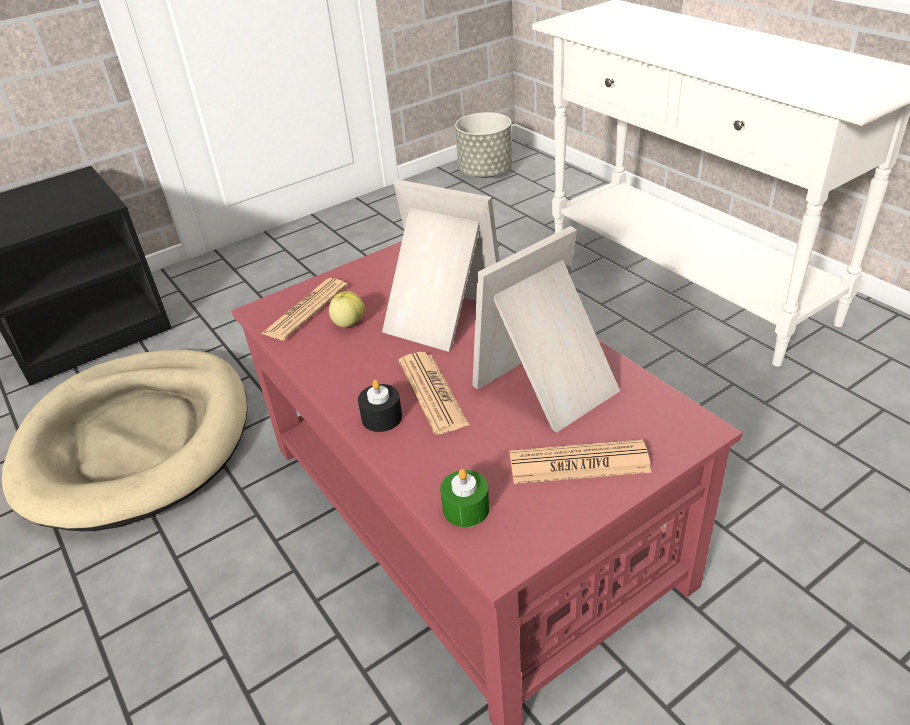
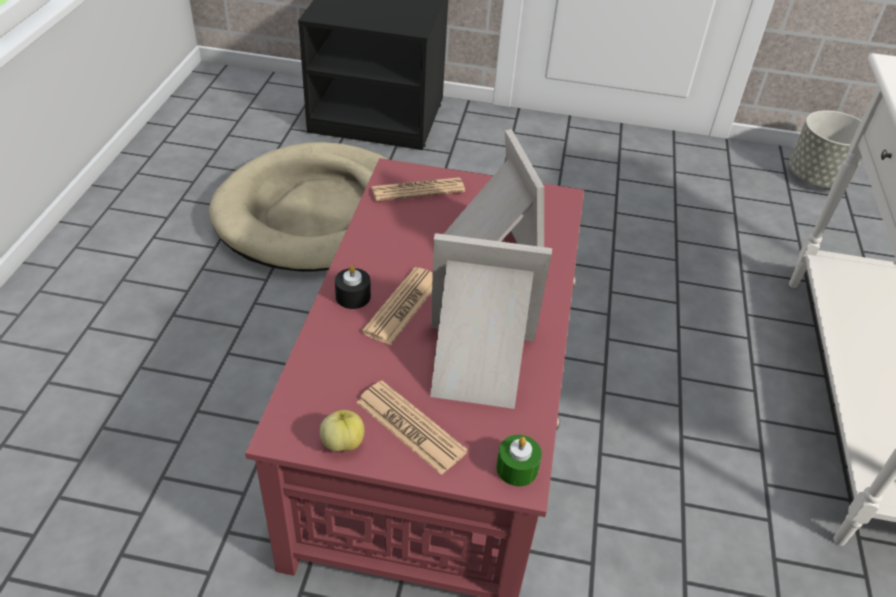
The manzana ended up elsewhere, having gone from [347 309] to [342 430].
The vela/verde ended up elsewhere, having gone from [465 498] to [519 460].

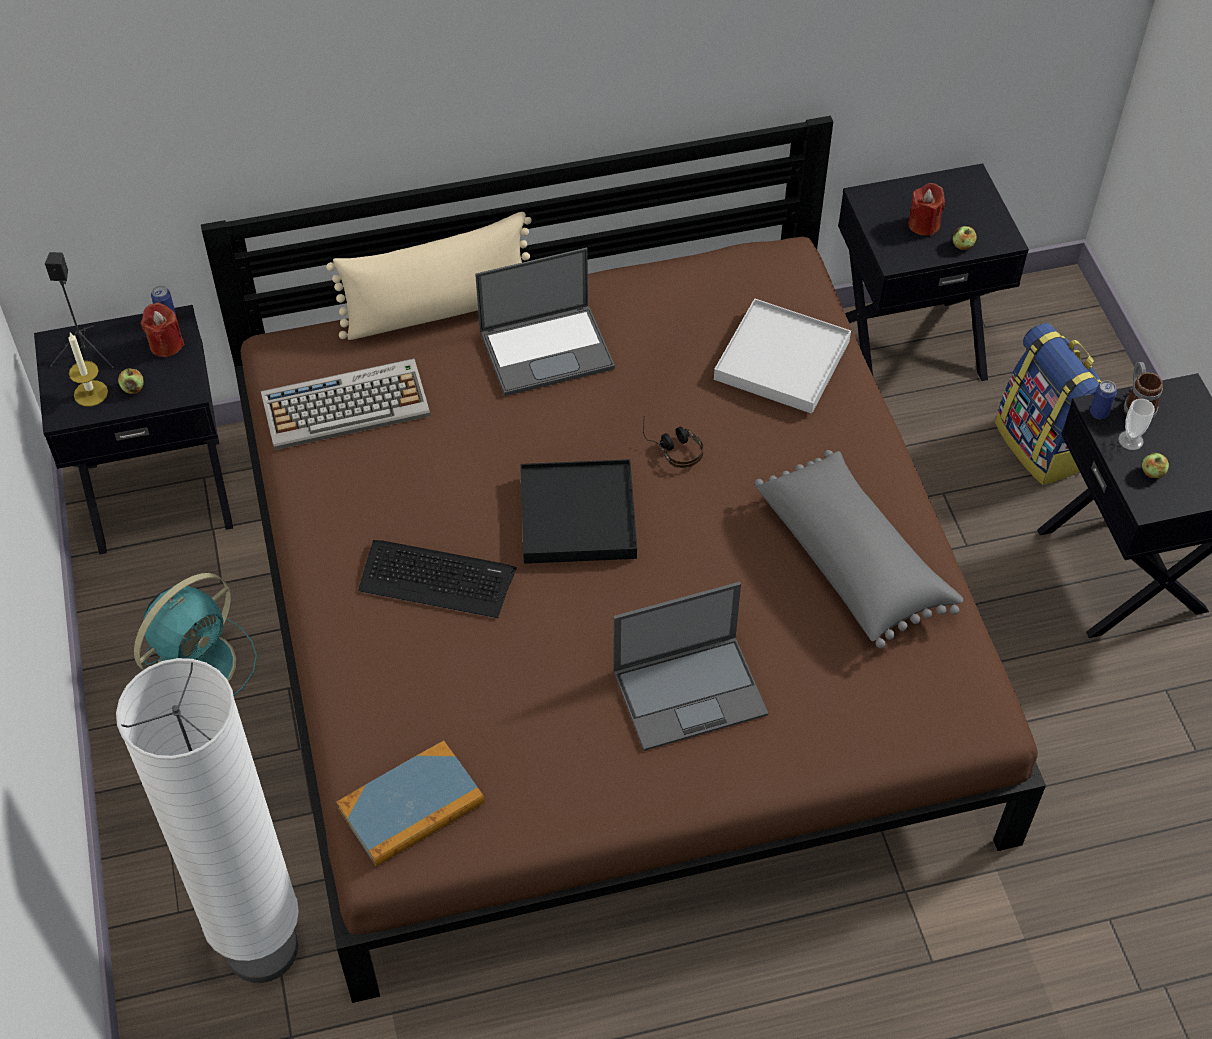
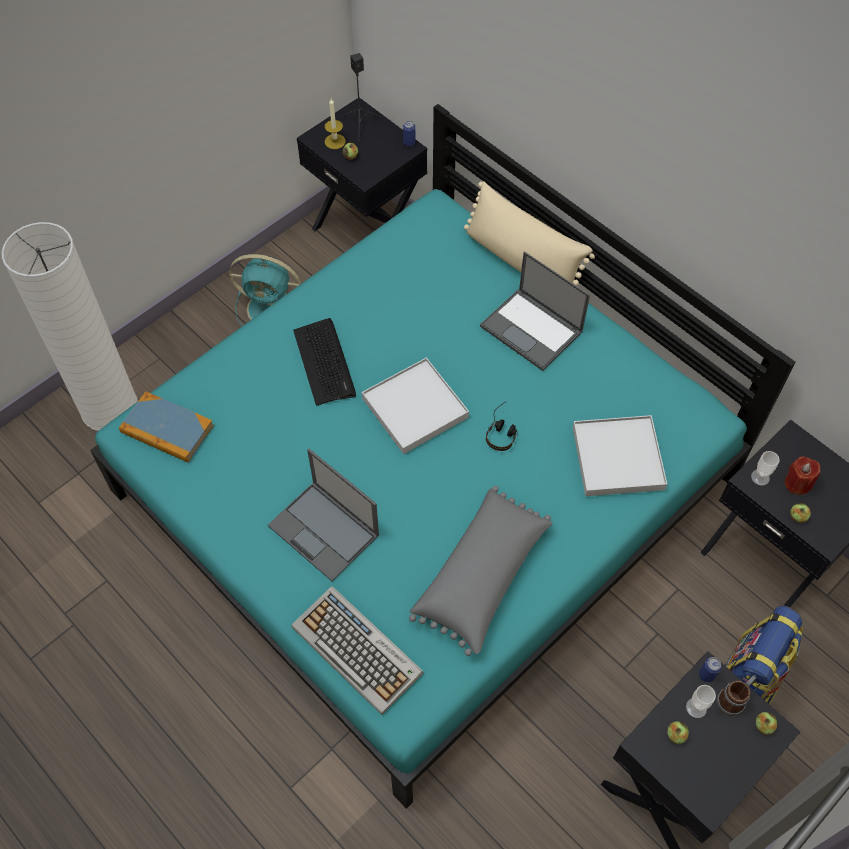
What was the cama/marrón at [623 559] turned into the cama/turquesa at [442 456].
The teclado ended up elsewhere, having gone from [345 404] to [357 650].
What was the bandeja/negro at [578 511] turned into the bandeja/blanco at [415 406].
The second view gained the taza at [765 468].
The second view gained the manzana at [766 723].
The second view lost the vela/rojo at [162 329].

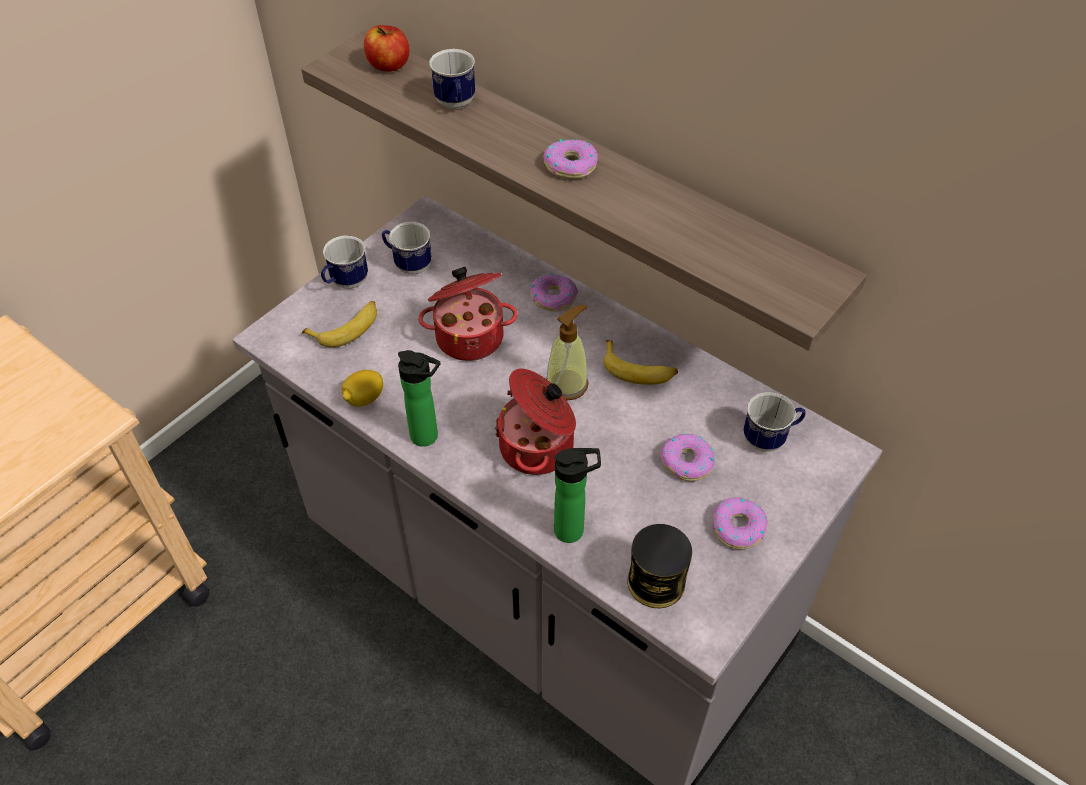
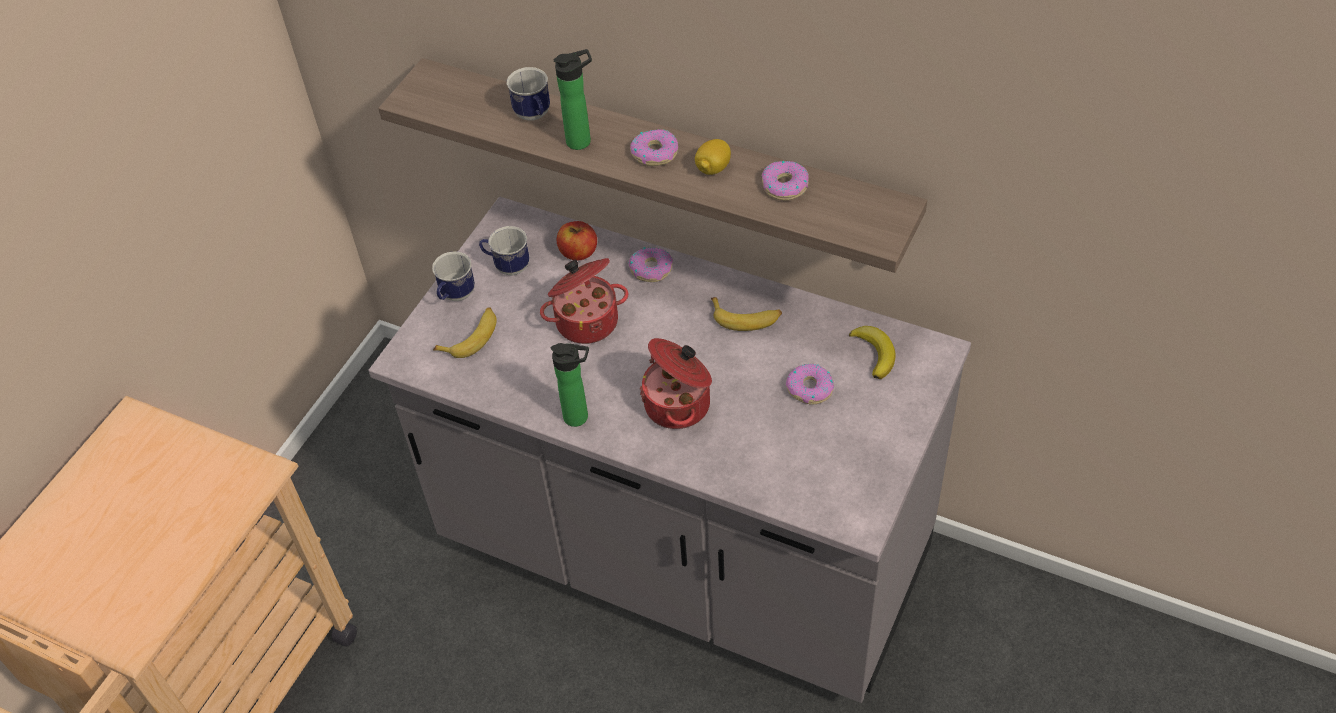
The botella ended up elsewhere, having gone from [577 495] to [573 99].
The manzana ended up elsewhere, having gone from [387 48] to [577 240].
The limón ended up elsewhere, having gone from [362 388] to [713 157].
The rosquilla ended up elsewhere, having gone from [740 523] to [785 181].
Where the taza grande stood at [774 422], the plátano came to stand at [872 352].
The second view lost the dispensador de jabón at [567 352].
The second view lost the lata at [660 566].

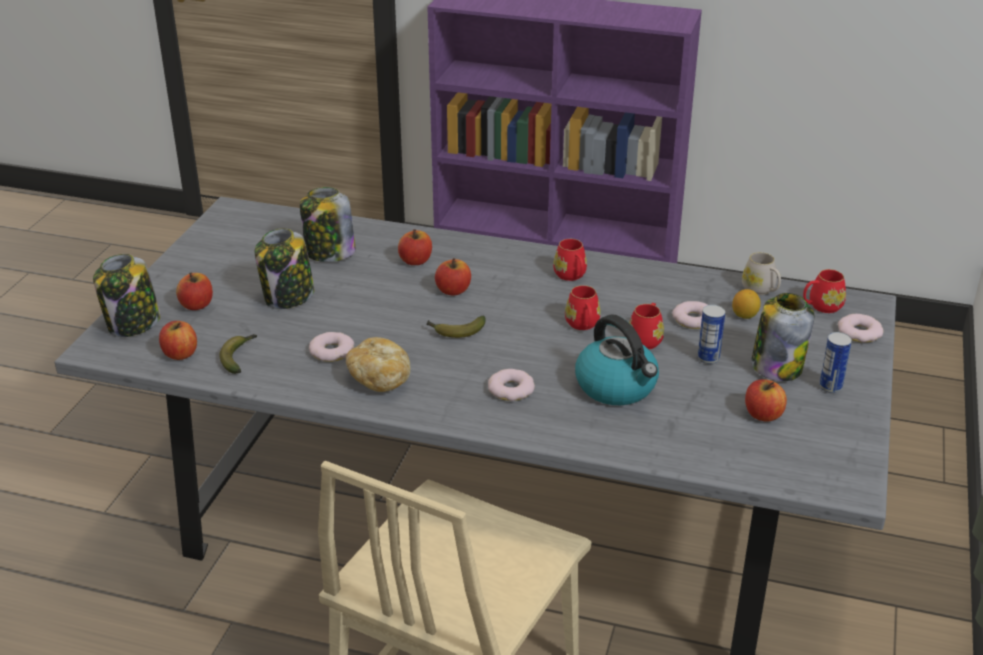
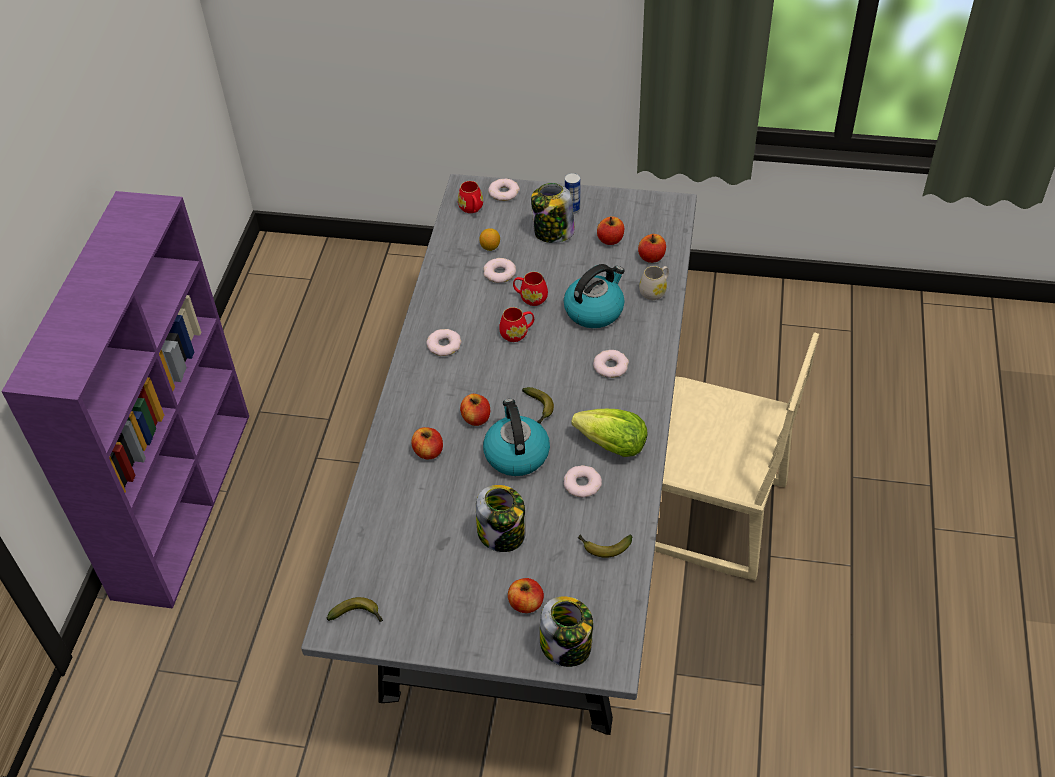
The second view gained the plátano at [354 609].
Where the taza grande/rojo stood at [570 260], the rosquilla came to stand at [444 342].
The second view gained the hervidor at [516 437].
Where the pan stood at [378 364], the lechuga came to stand at [609 433].
The manzana ended up elsewhere, having gone from [178 340] to [652 248].
The taza grande/blanco ended up elsewhere, having gone from [761 273] to [654 283].
The second view lost the tarro at [328 224].
The second view lost the lata at [711 334].

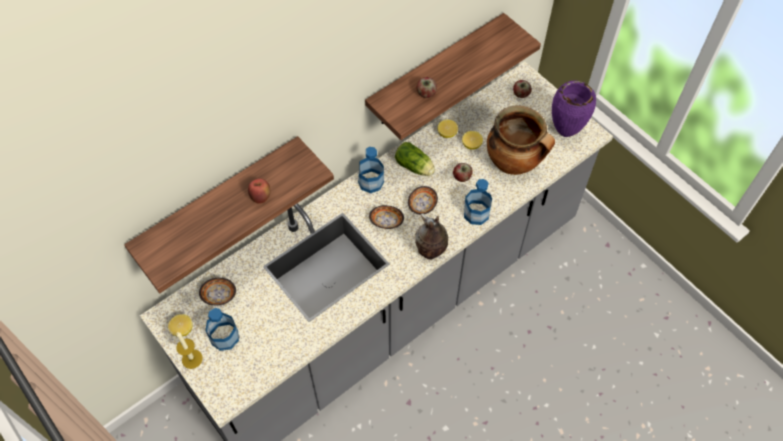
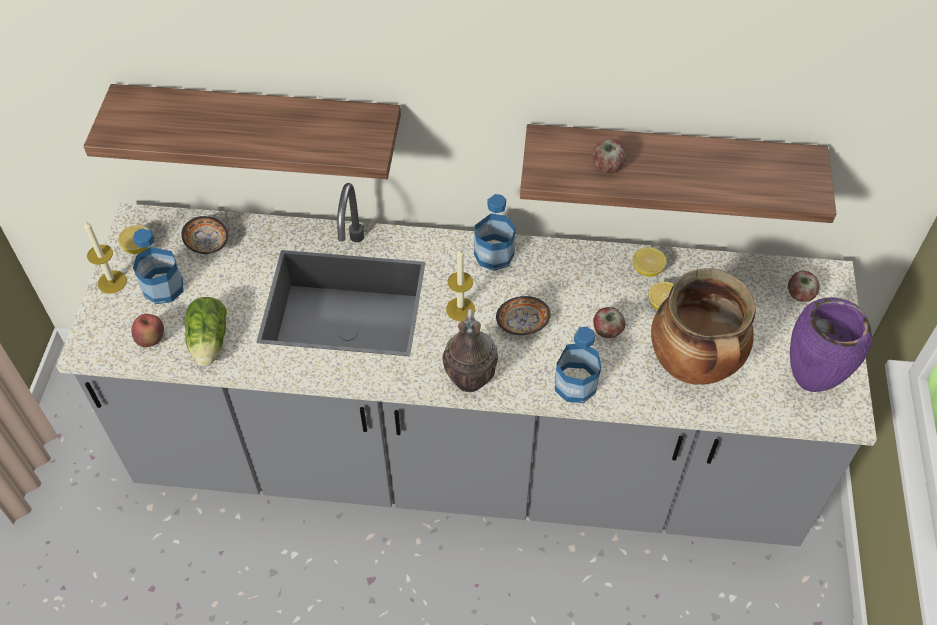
The manzana ended up elsewhere, having gone from [259 191] to [147 330].
The lechuga ended up elsewhere, having gone from [415 159] to [206 331].
Where the cuenco stood at [386 217], the vela came to stand at [460 285].

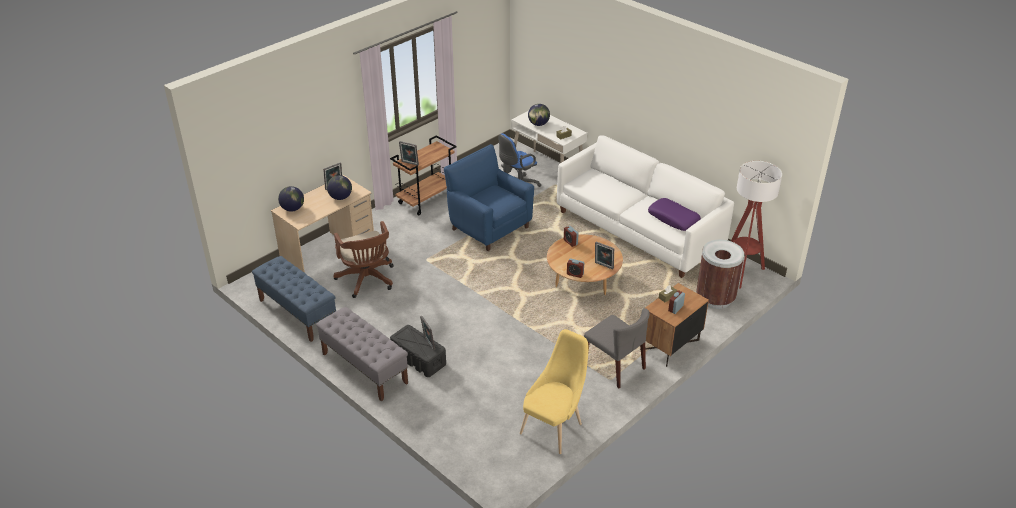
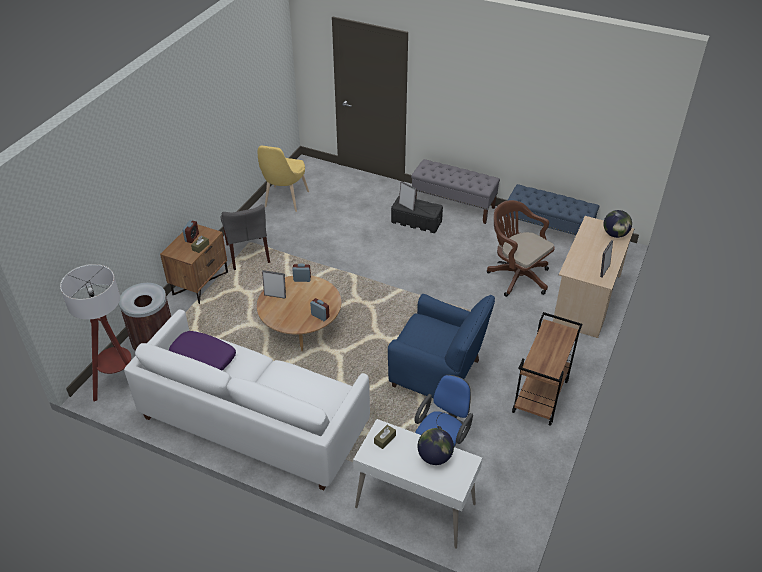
The silla/gris at [616 348] ended up facing another way, 135 degrees counterclockwise from before.
The second view lost the globo terráqueo at [339 187].
The second view lost the portarretratos at [409 153].

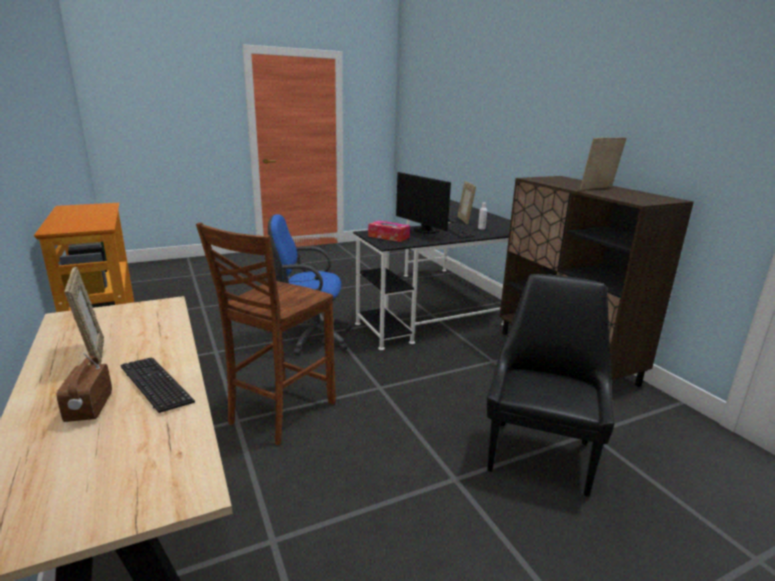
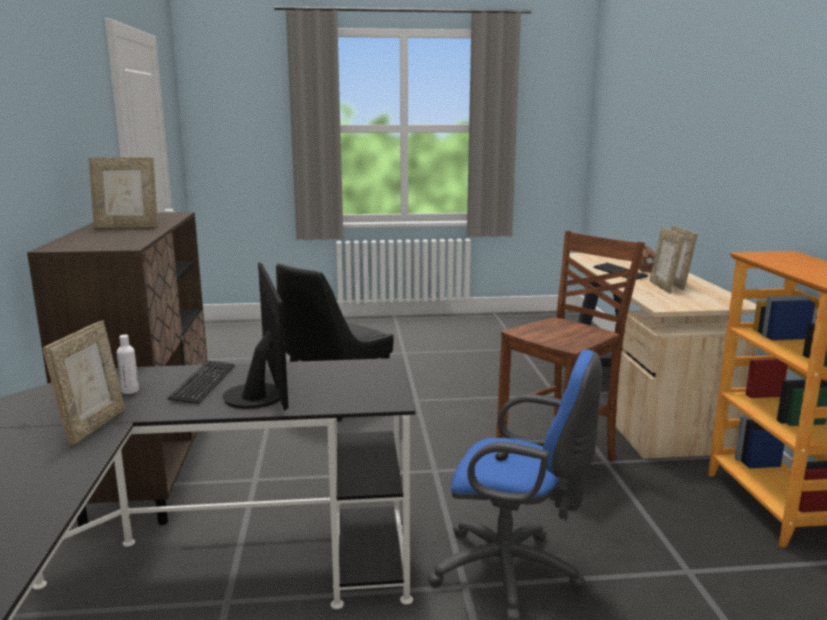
The second view gained the portarretratos at [666 260].
The second view lost the caja de pañuelos at [389 231].

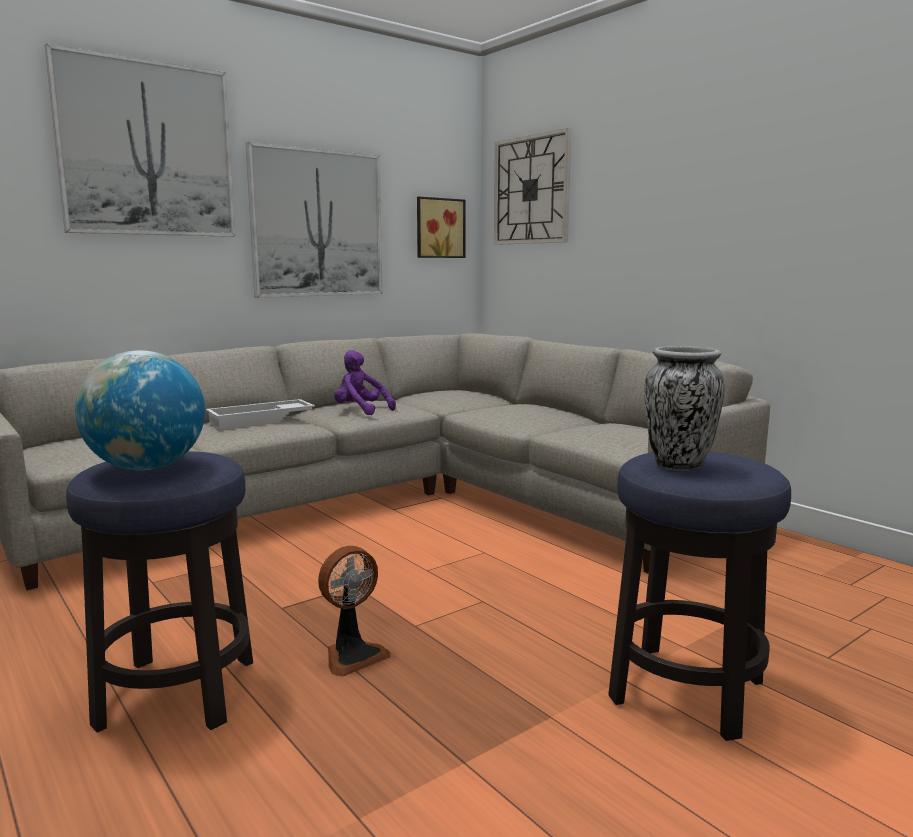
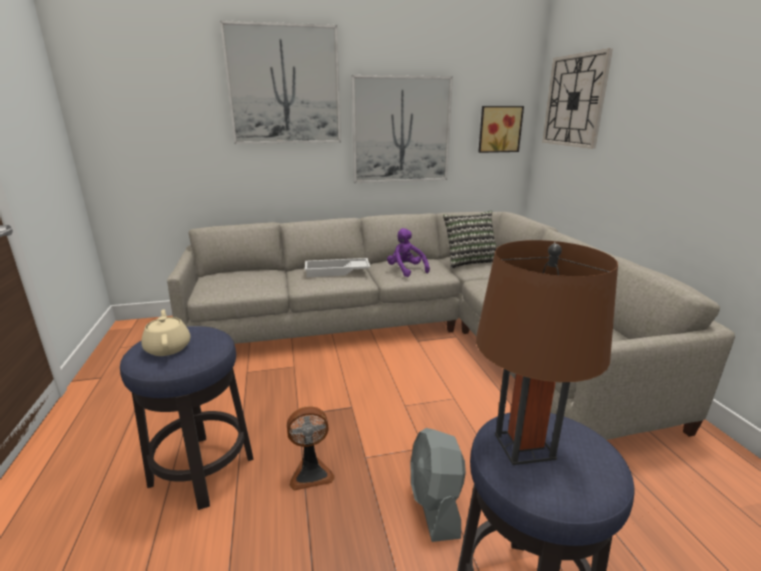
Where the globo terráqueo stood at [140 410], the tetera/beis came to stand at [166 332].
The second view gained the ventilador/gris at [438 485].
The second view gained the cojín at [470 240].
Where the florero stood at [684 408], the lámpara de mesa/marrón came to stand at [547 352].

